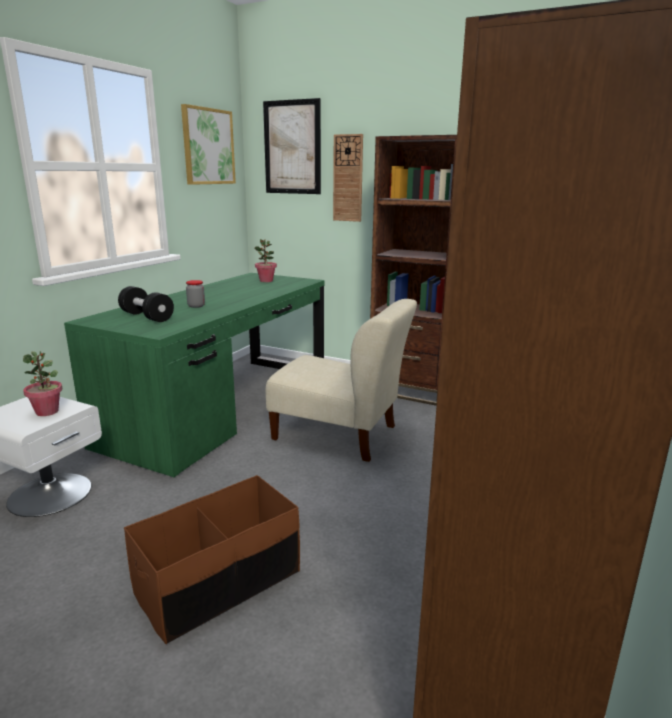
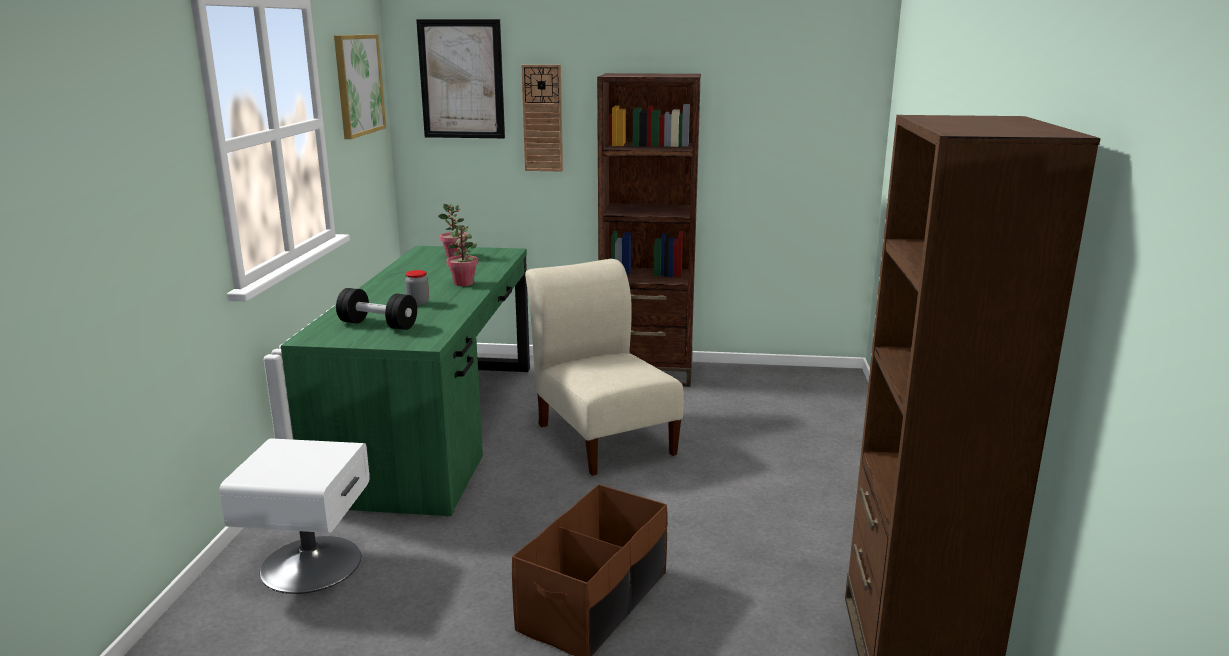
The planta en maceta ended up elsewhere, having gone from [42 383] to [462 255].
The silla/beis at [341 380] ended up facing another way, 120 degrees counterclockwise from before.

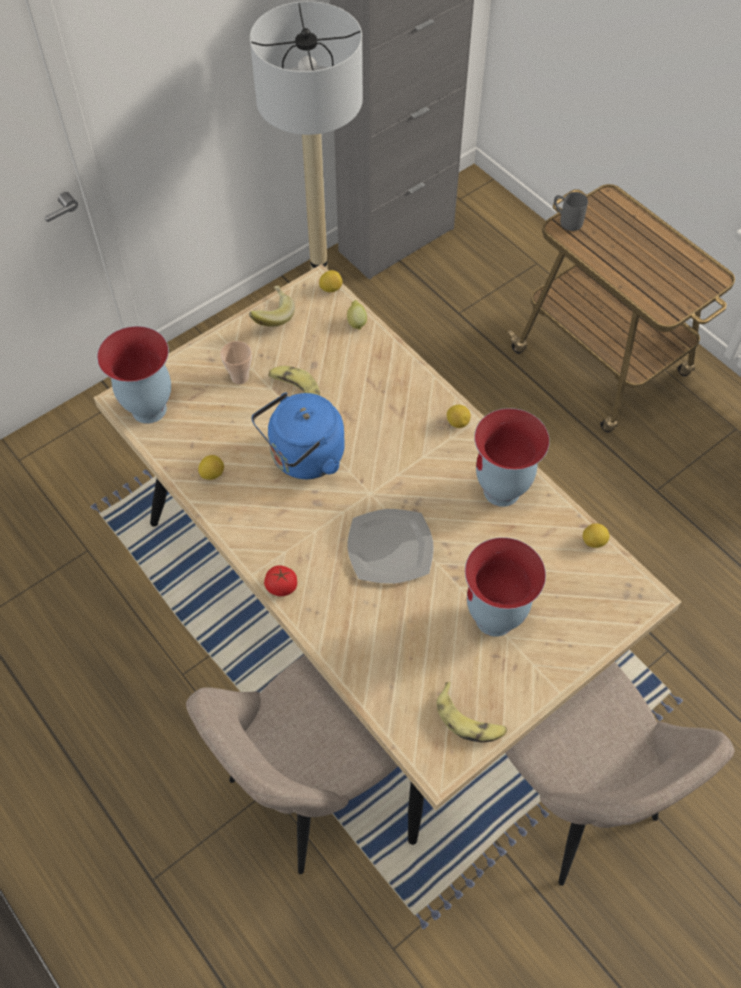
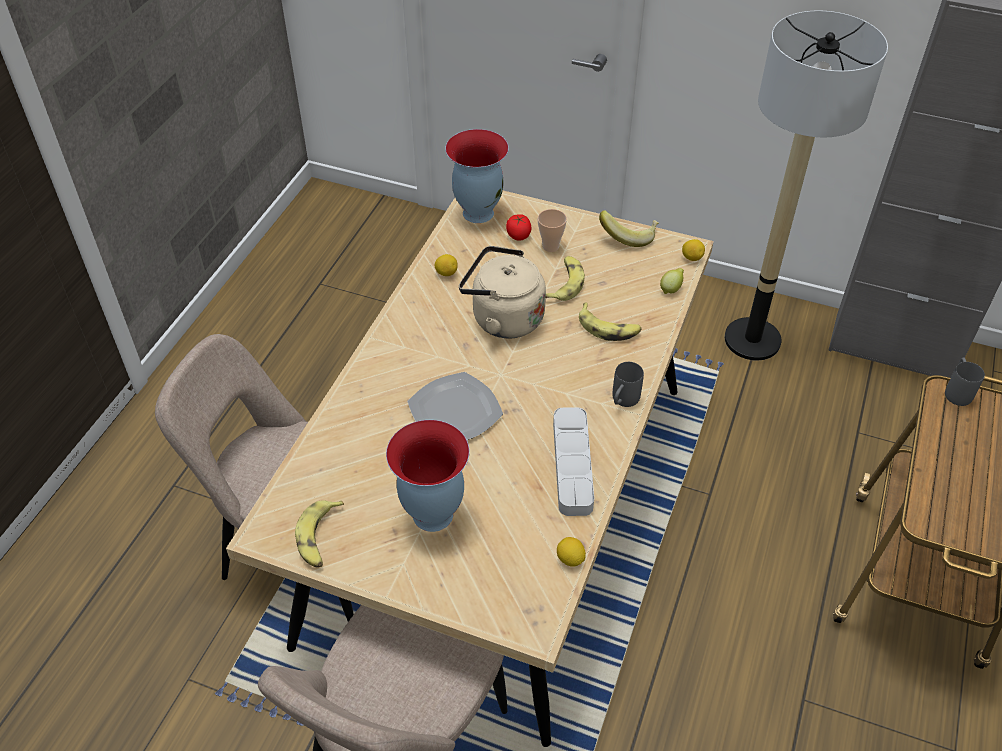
What was the hervidor/azul at [298 435] turned into the hervidor/beis at [502 292].
The tomate ended up elsewhere, having gone from [280 580] to [518 227].
Where the florero stood at [512 457], the bandeja/gris came to stand at [573 461].
The second view gained the plátano at [610 322].
Where the limón stood at [459 416], the taza grande/gris came to stand at [628 384].

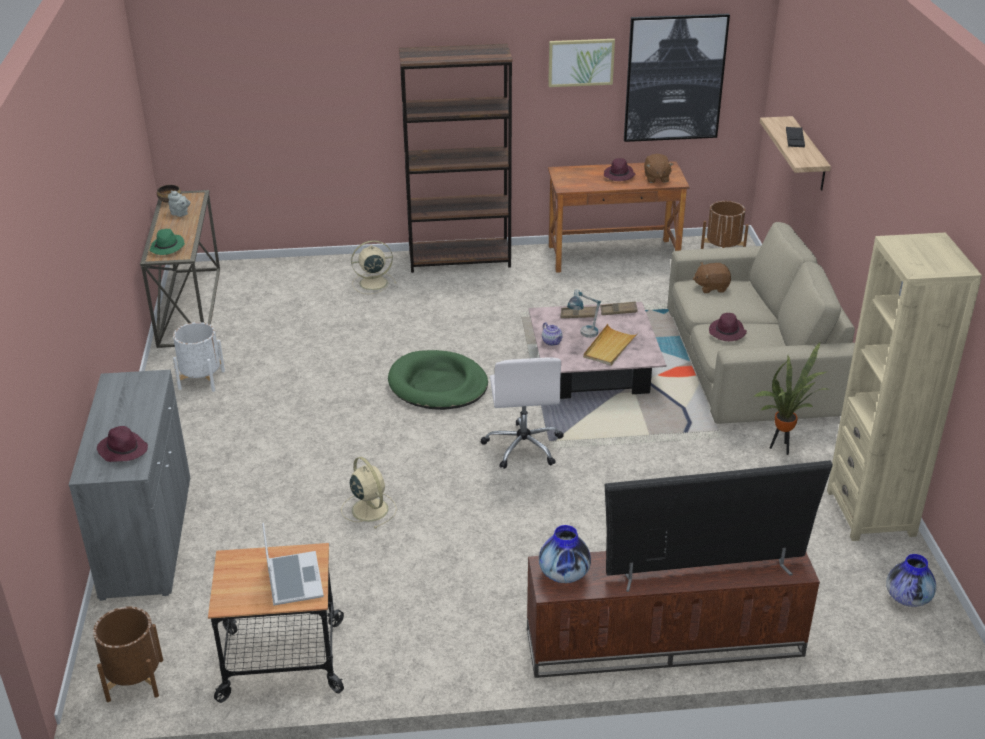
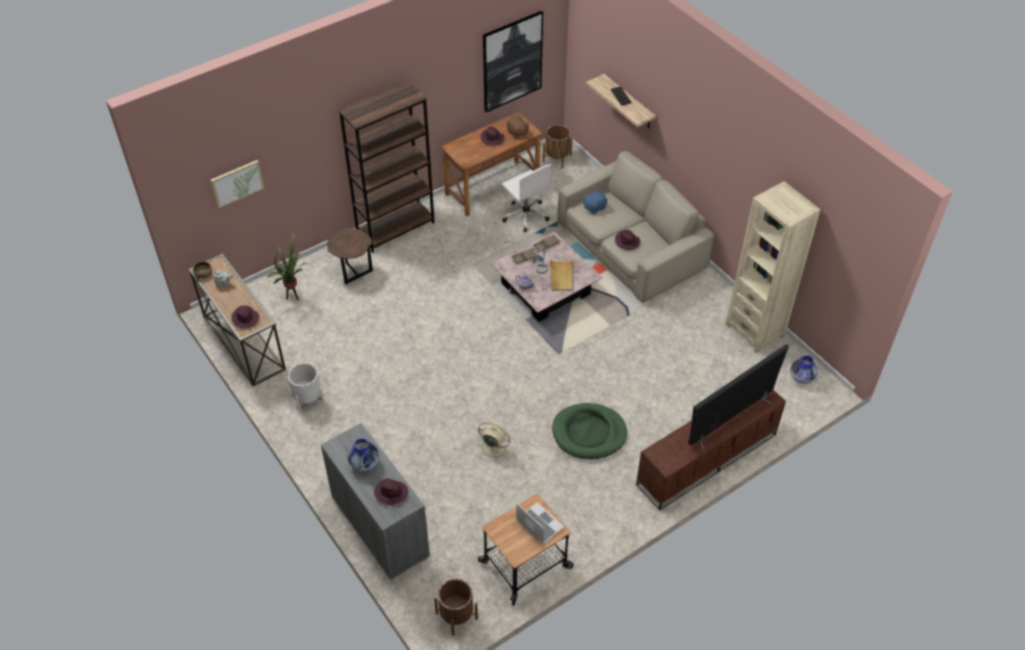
The cuadro ended up elsewhere, having gone from [581 63] to [237 184].
What was the sombrero/verde at [167 242] turned into the sombrero/morado at [245 317].
The planta en maceta ended up elsewhere, having gone from [792 399] to [287 266].
Where the ventilador/beis stood at [373 267], the mesa auxiliar/marrón came to stand at [350 256].
The florero ended up elsewhere, having gone from [565 554] to [363 455].
The silla de oficina/blanco ended up elsewhere, having gone from [522 413] to [527 198].
The cama para perro/verde ended up elsewhere, having gone from [438 380] to [589 431].
What was the peluche/marrón at [712 277] turned into the peluche/azul at [595 202].

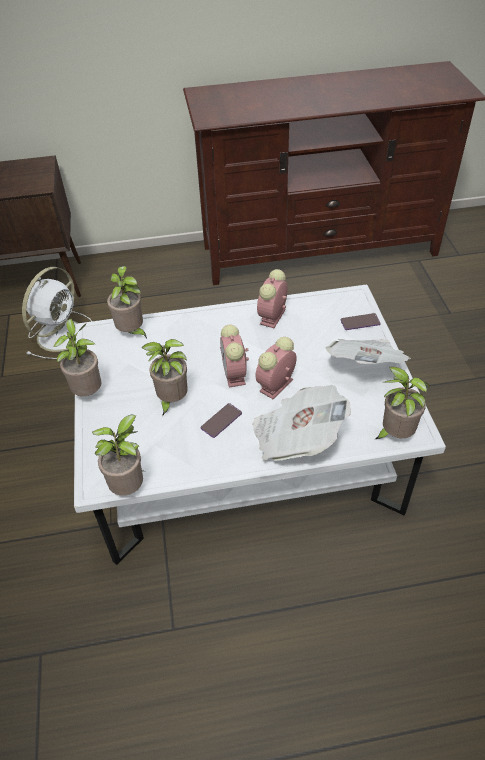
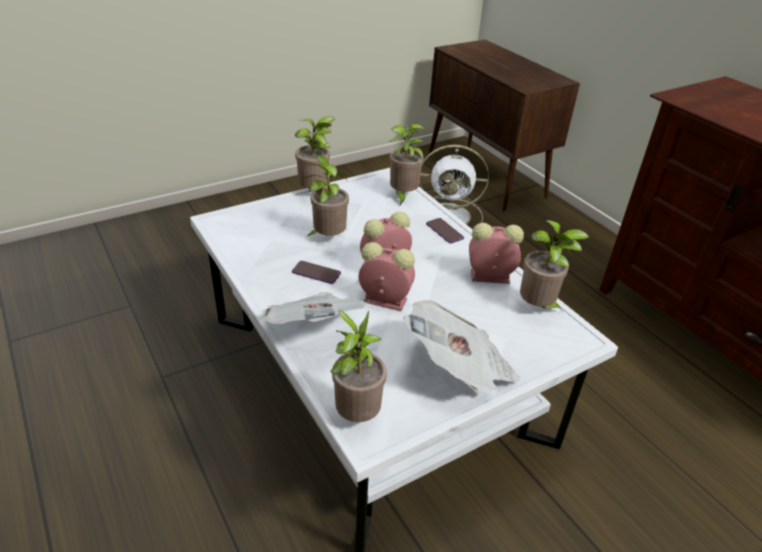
The móvil ended up elsewhere, having gone from [360 321] to [445 230].
The planta en maceta ended up elsewhere, having gone from [117 455] to [554 265].

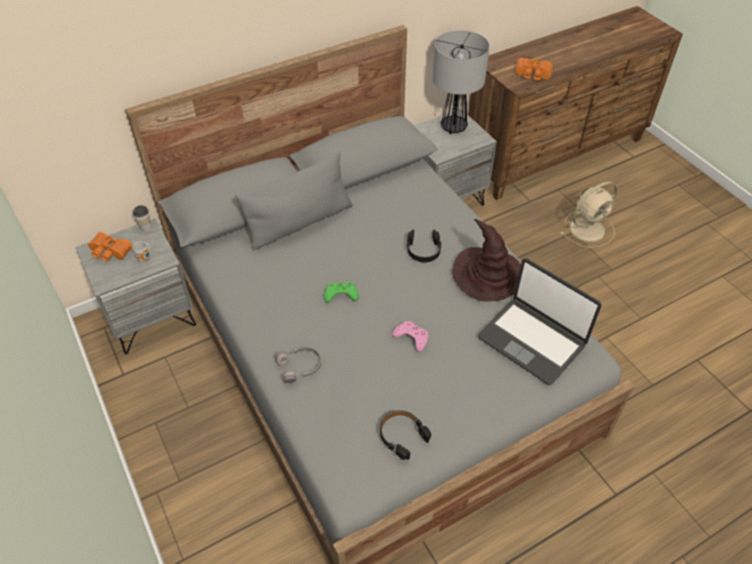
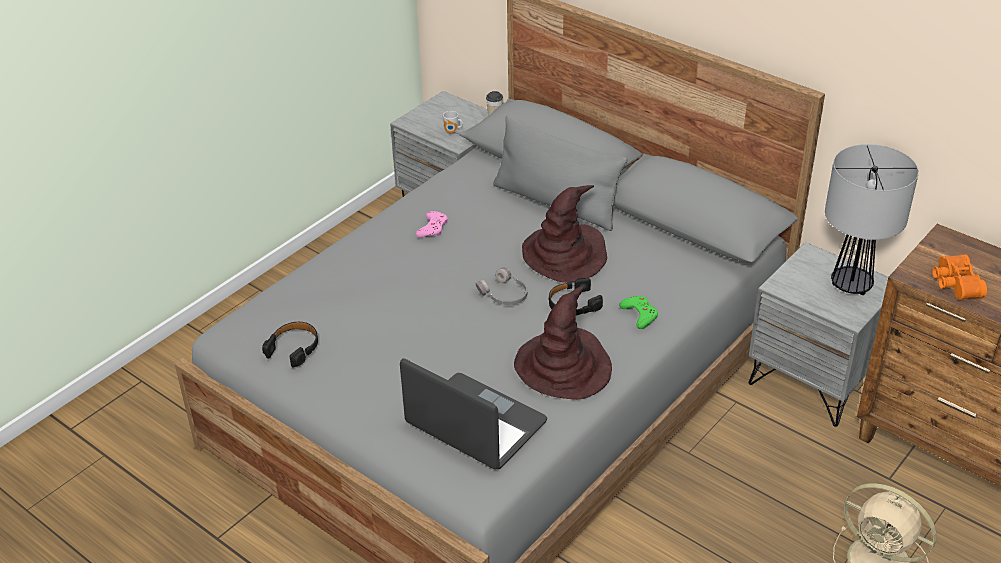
The portátil at [539 321] ended up facing another way, 105 degrees clockwise from before.
The mando de consola/rosa ended up elsewhere, having gone from [410 336] to [431 224].
The auriculares/gris ended up elsewhere, having gone from [298 365] to [501 286].
The second view gained the sombrero/marrón at [564 234].
The mando de consola/verde ended up elsewhere, having gone from [341 292] to [638 312].
The second view lost the prismáticos/naranja at [110 246].

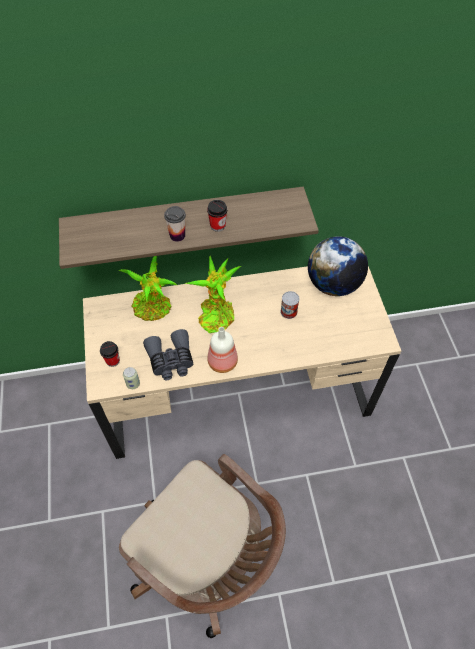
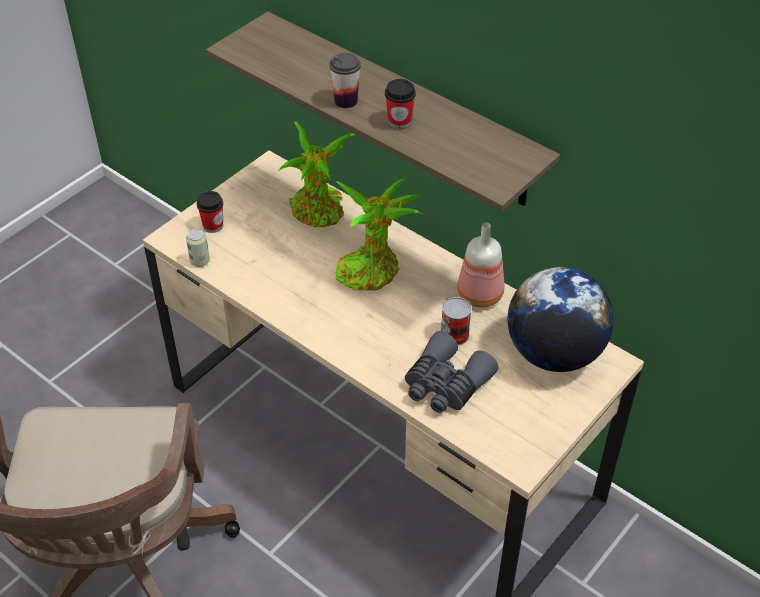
The prismáticos/gris ended up elsewhere, having gone from [168 354] to [451 372].
The botella ended up elsewhere, having gone from [222 350] to [480 265].

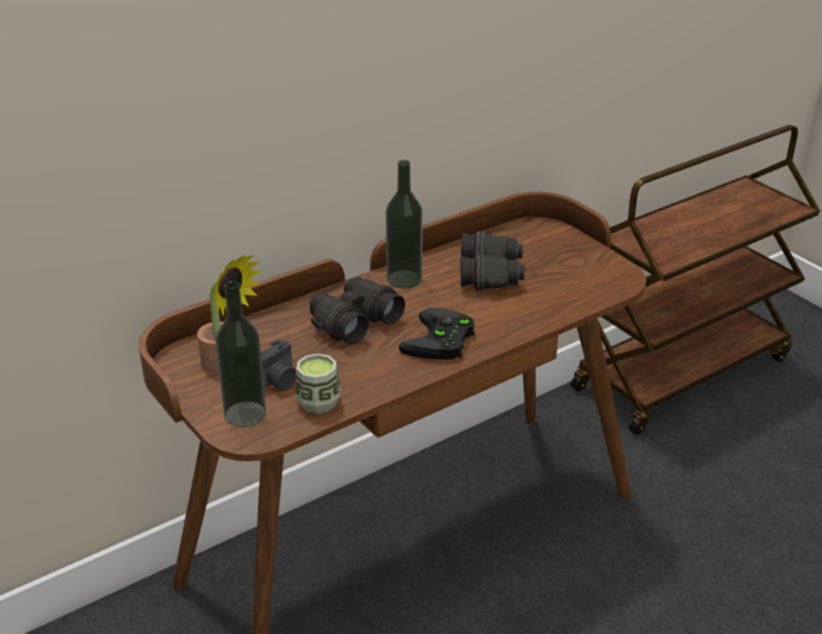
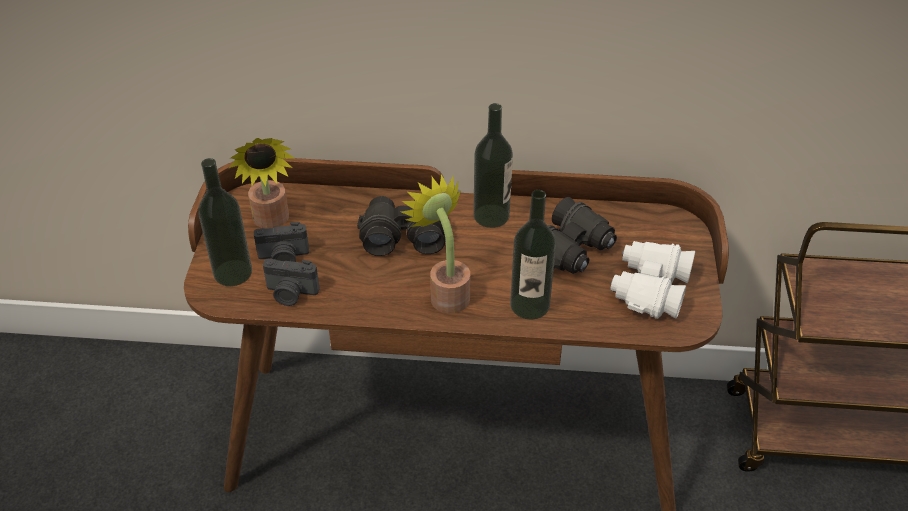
Where the taza stood at [318 383], the cámara came to stand at [291 282].
Where the mando de consola/negro stood at [437 334], the planta en maceta came to stand at [435 243].
The second view gained the botella at [533 255].
The second view gained the prismáticos/blanco at [652 280].

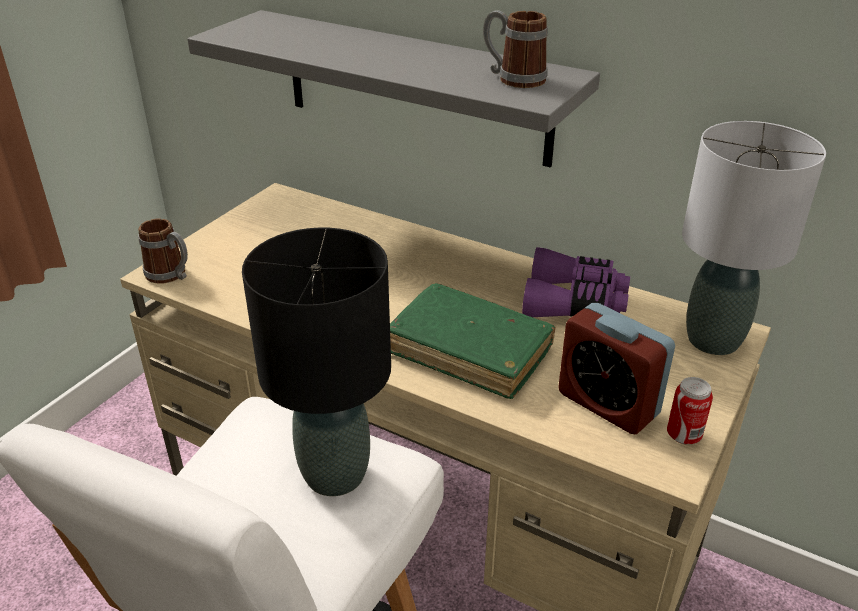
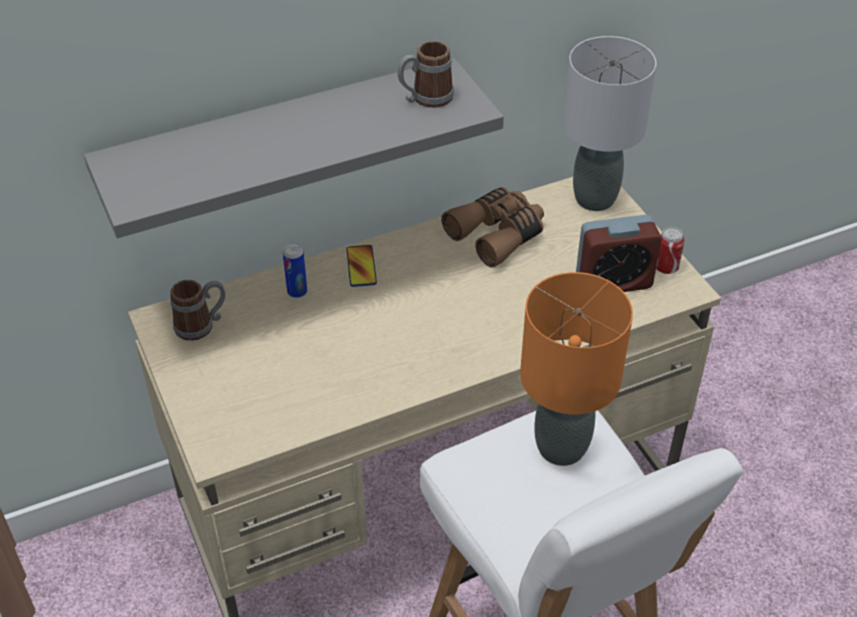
The taza grande ended up elsewhere, having gone from [163 251] to [198 310].
The second view gained the lata at [295 270].
The second view gained the móvil at [361 266].
What was the prismáticos/morado at [576 282] turned into the prismáticos/marrón at [492 227].
What was the lámpara de mesa/negro at [316 362] turned into the lámpara de mesa/naranja at [576 369].
The second view lost the libro/verde at [473 341].

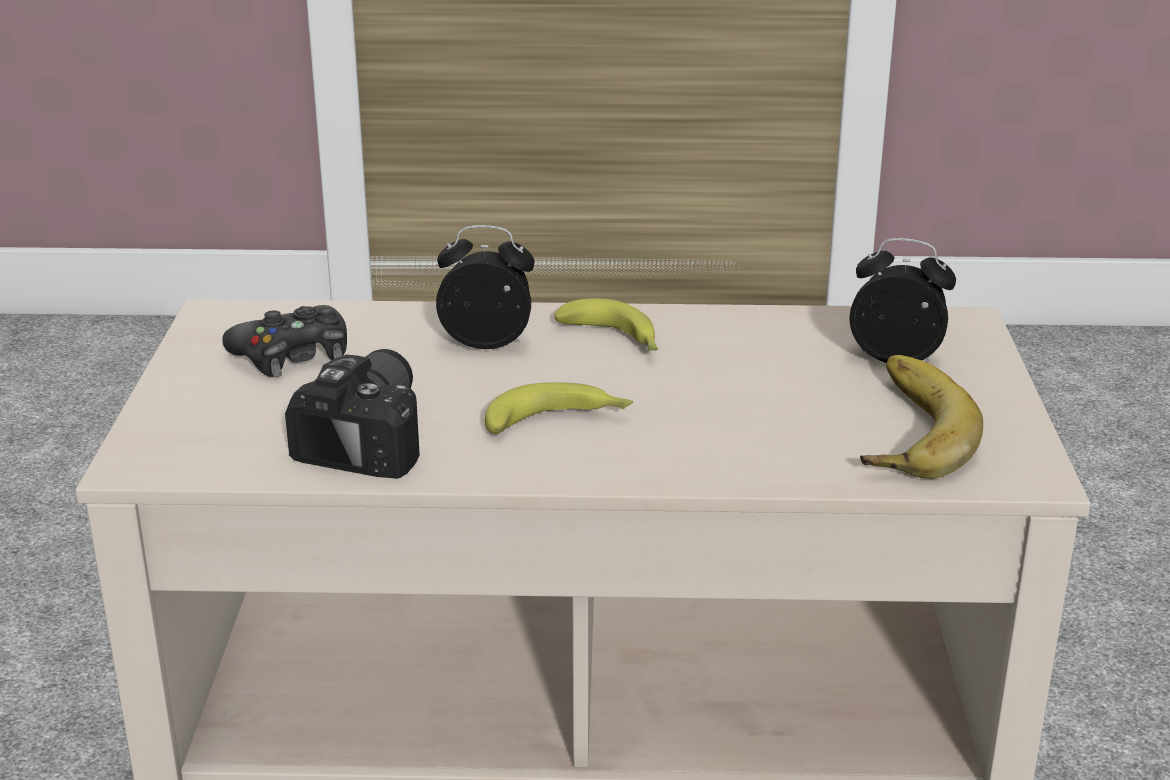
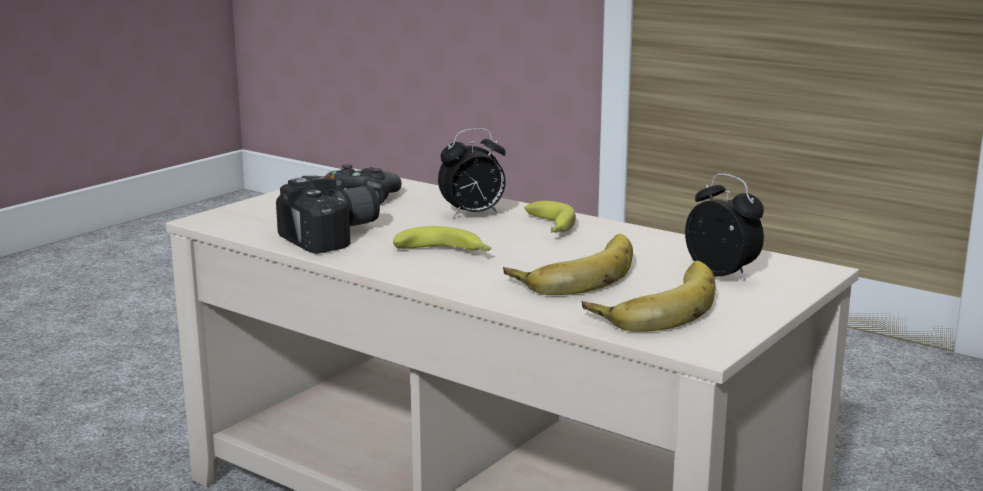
The despertador at [485 287] ended up facing another way, 120 degrees clockwise from before.
The second view gained the plátano at [568 264].

